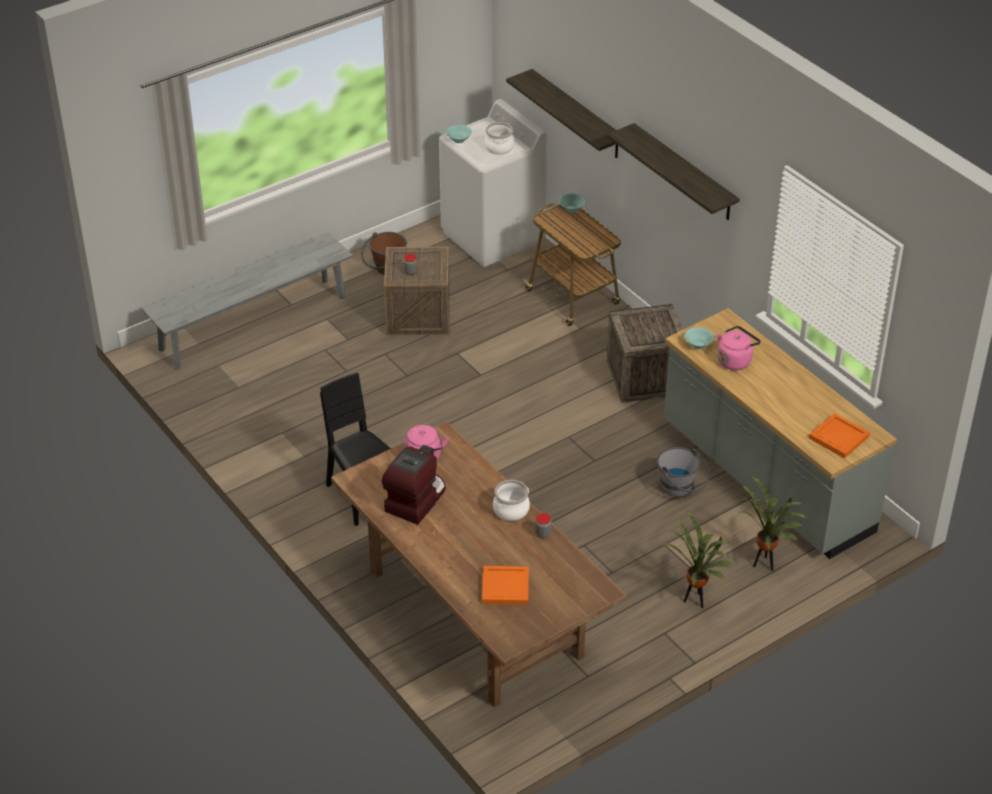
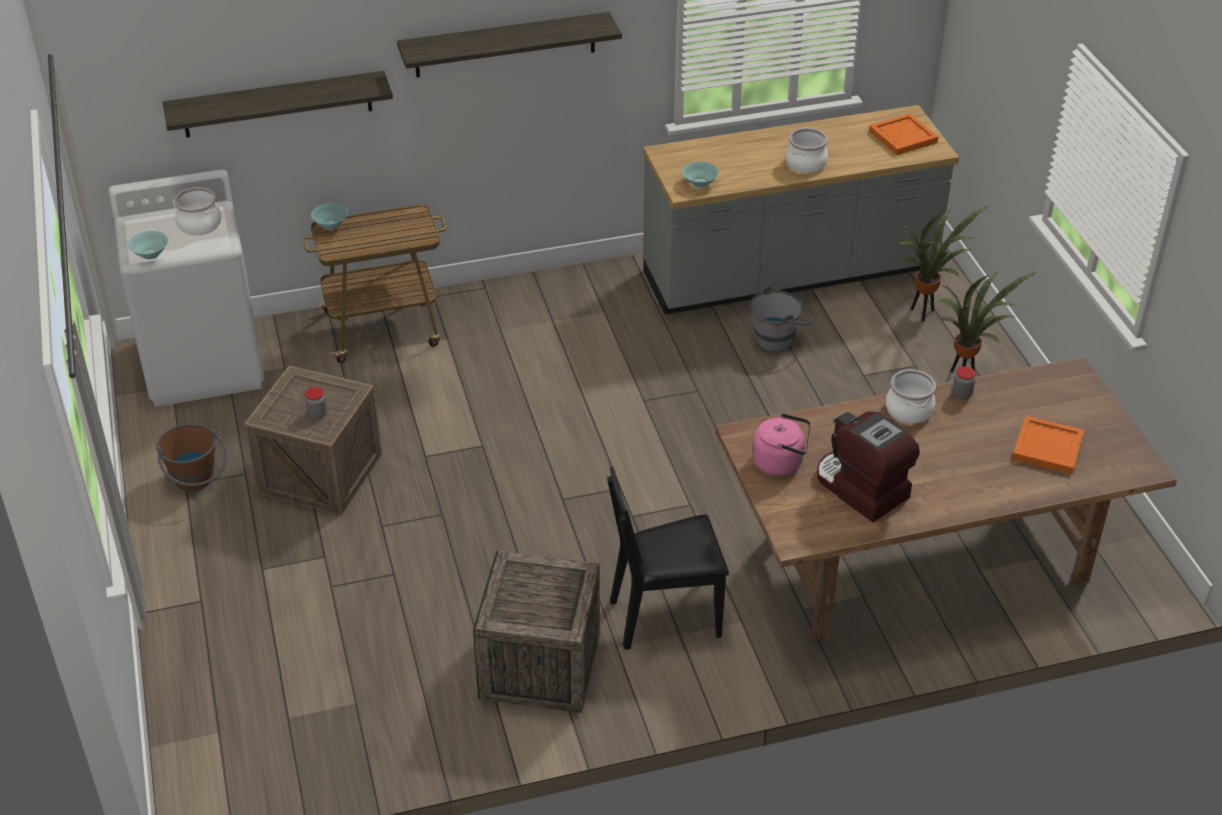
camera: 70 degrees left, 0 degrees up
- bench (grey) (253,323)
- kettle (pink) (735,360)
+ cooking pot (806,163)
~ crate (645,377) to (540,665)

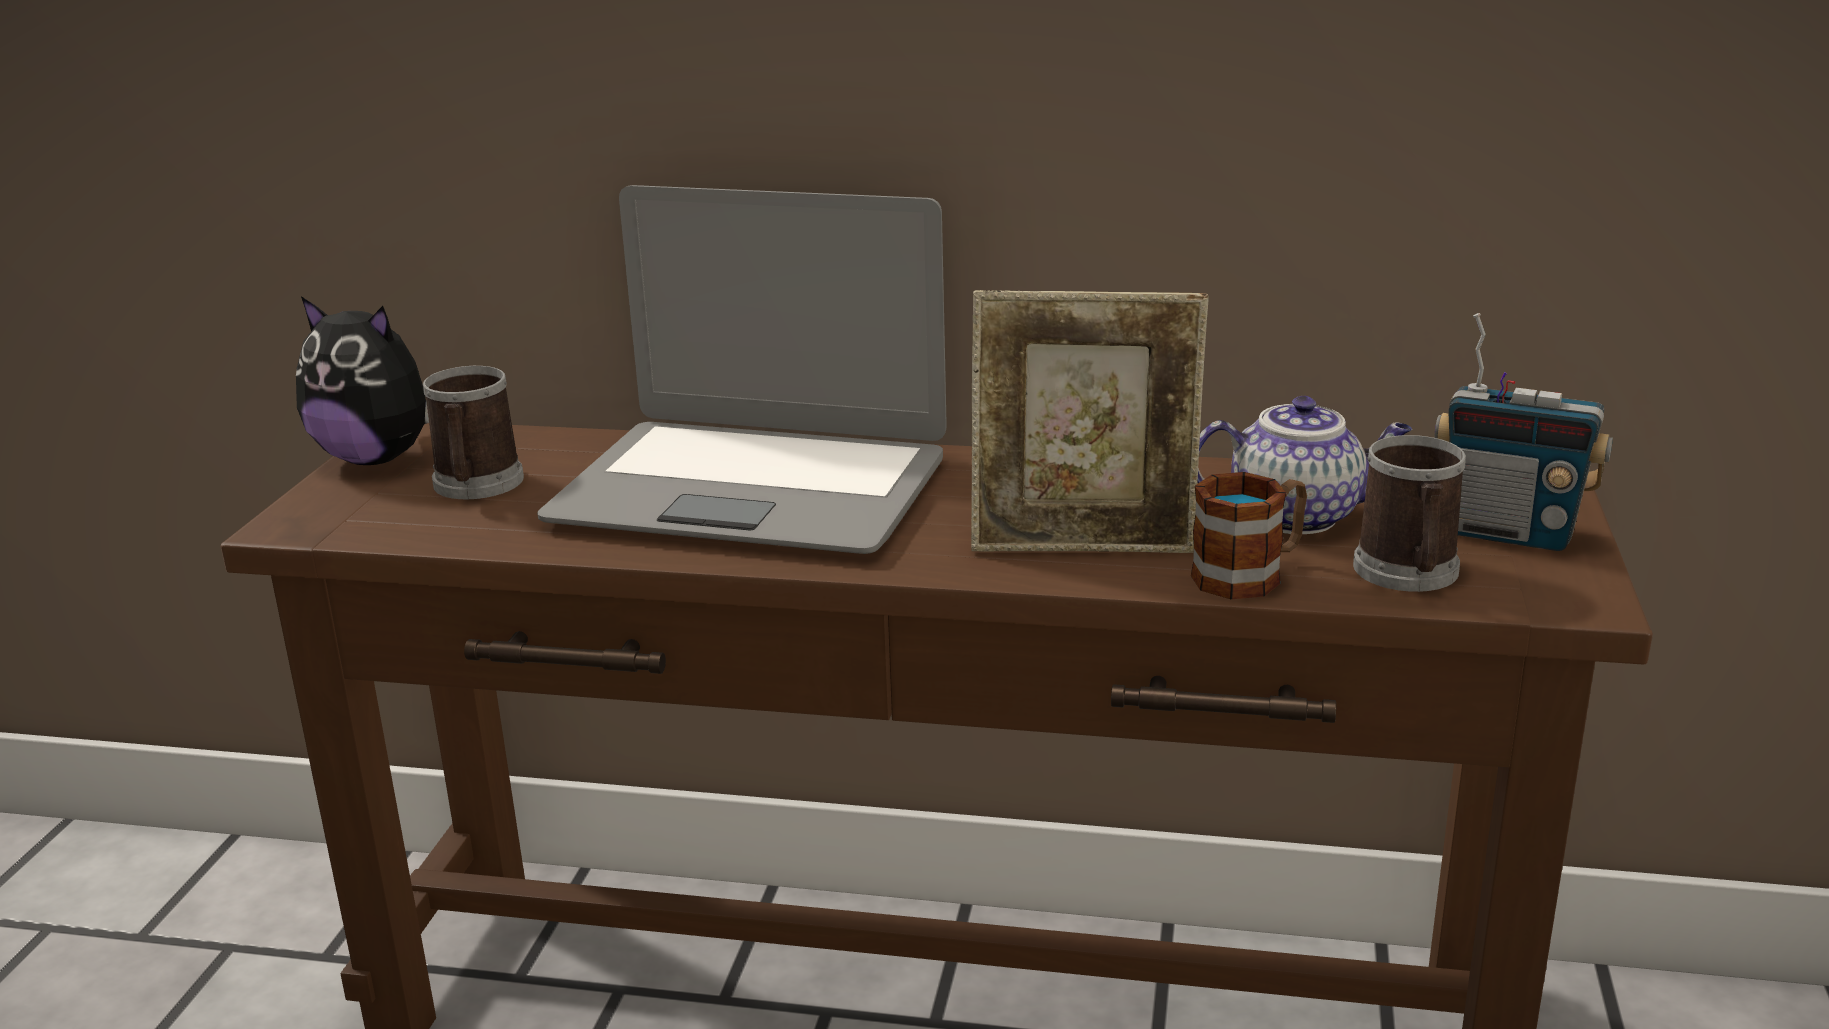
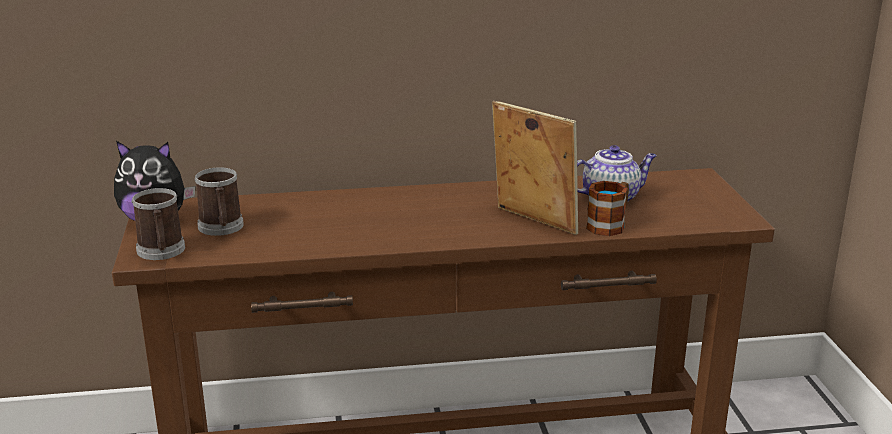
camera: 20 degrees left, 0 degrees up
- laptop (752,490)
- radio (1510,533)
~ mug (1409,574) to (161,252)
~ picture frame (1084,547) = (533,222) 120 degrees counterclockwise

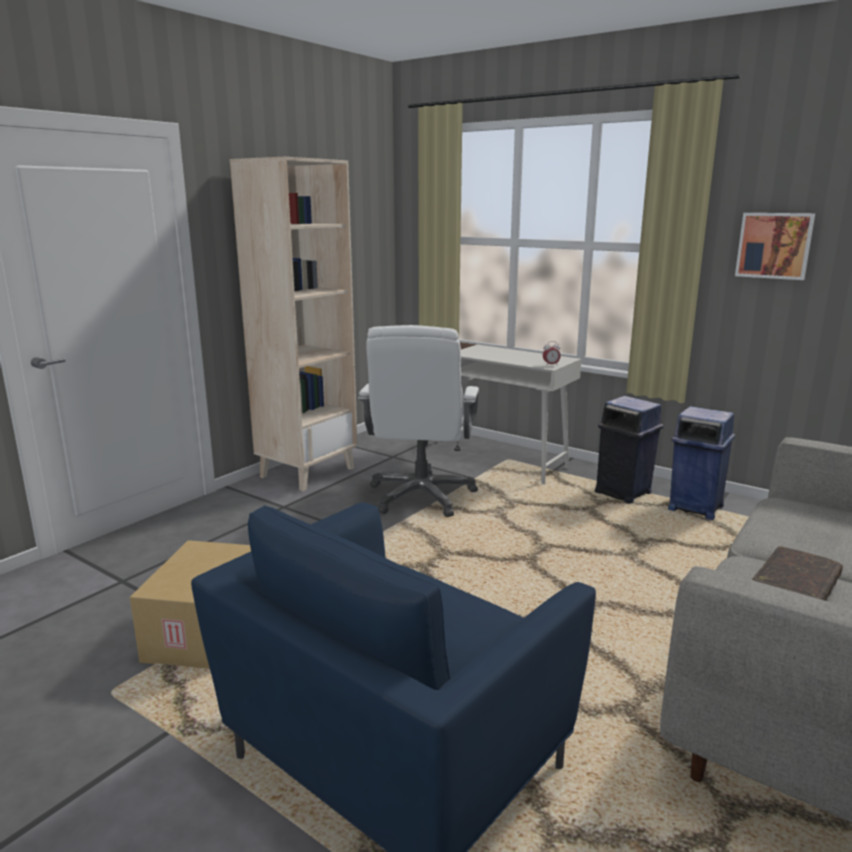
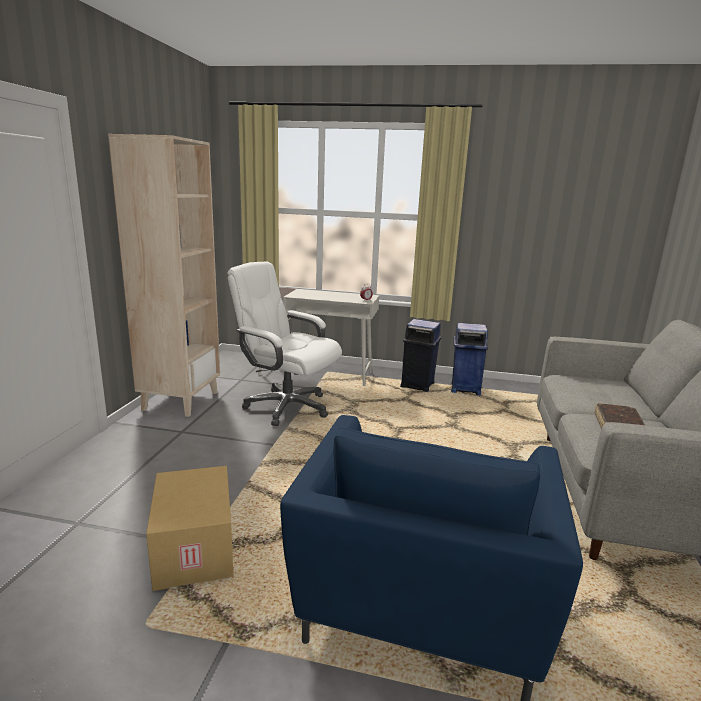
camera: 25 degrees left, 0 degrees up
- picture (774,245)
~ office chair (white) (421,496) = (286,407) 135 degrees clockwise

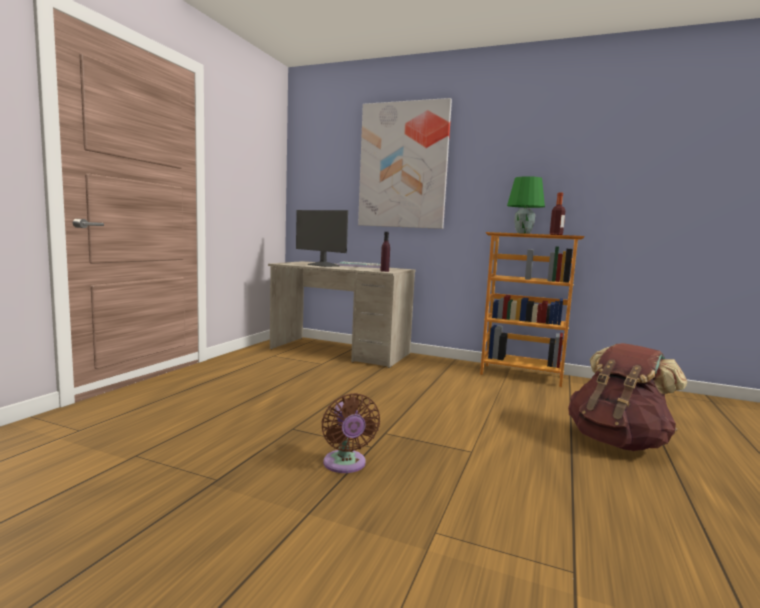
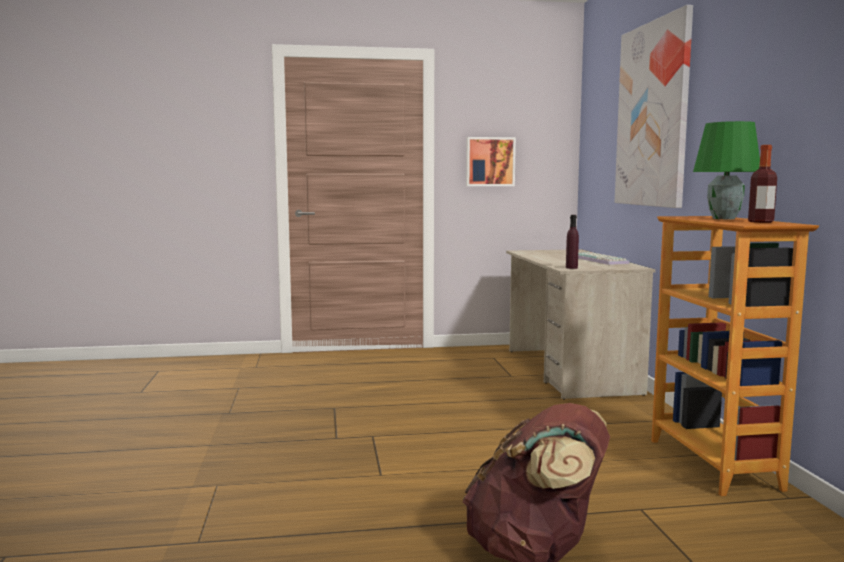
camera: 60 degrees right, 0 degrees up
- monitor (323,265)
- fan (brown) (345,465)
+ picture (490,162)

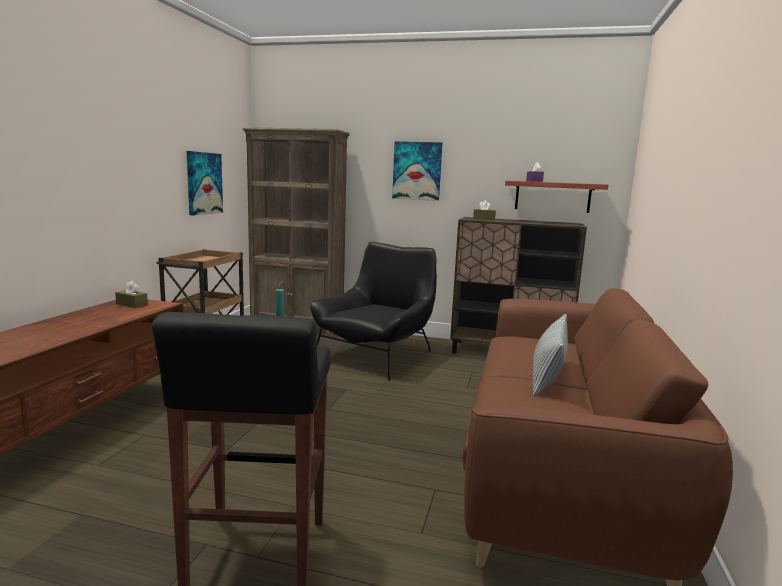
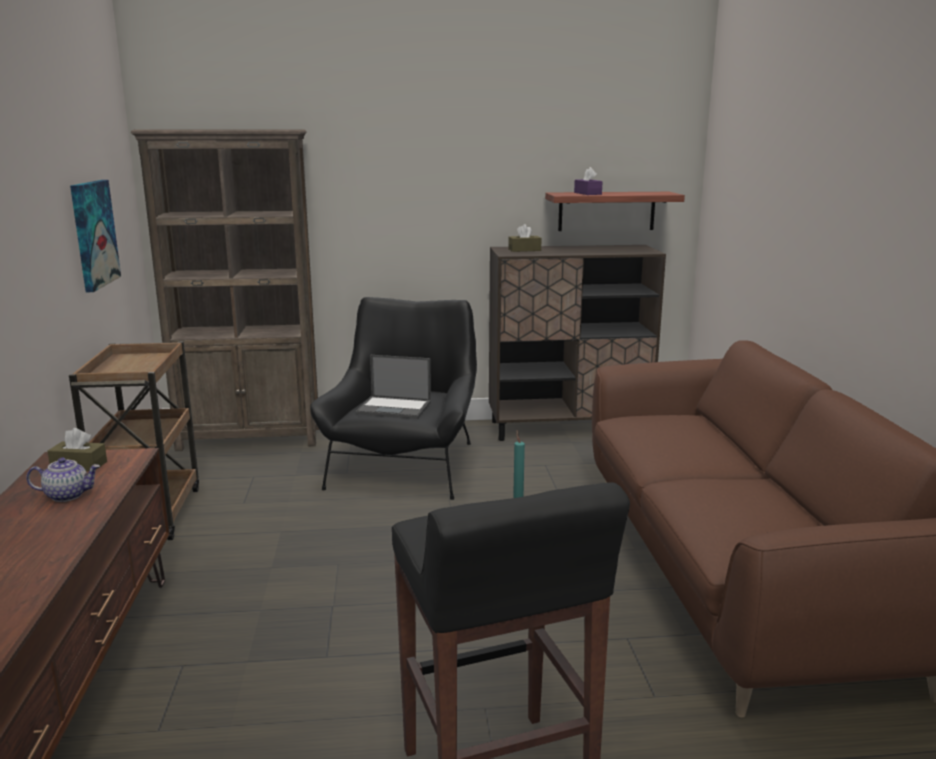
camera: 20 degrees left, 5 degrees up
- picture (417,171)
- pillow (547,376)
+ teapot (68,495)
+ laptop (395,408)

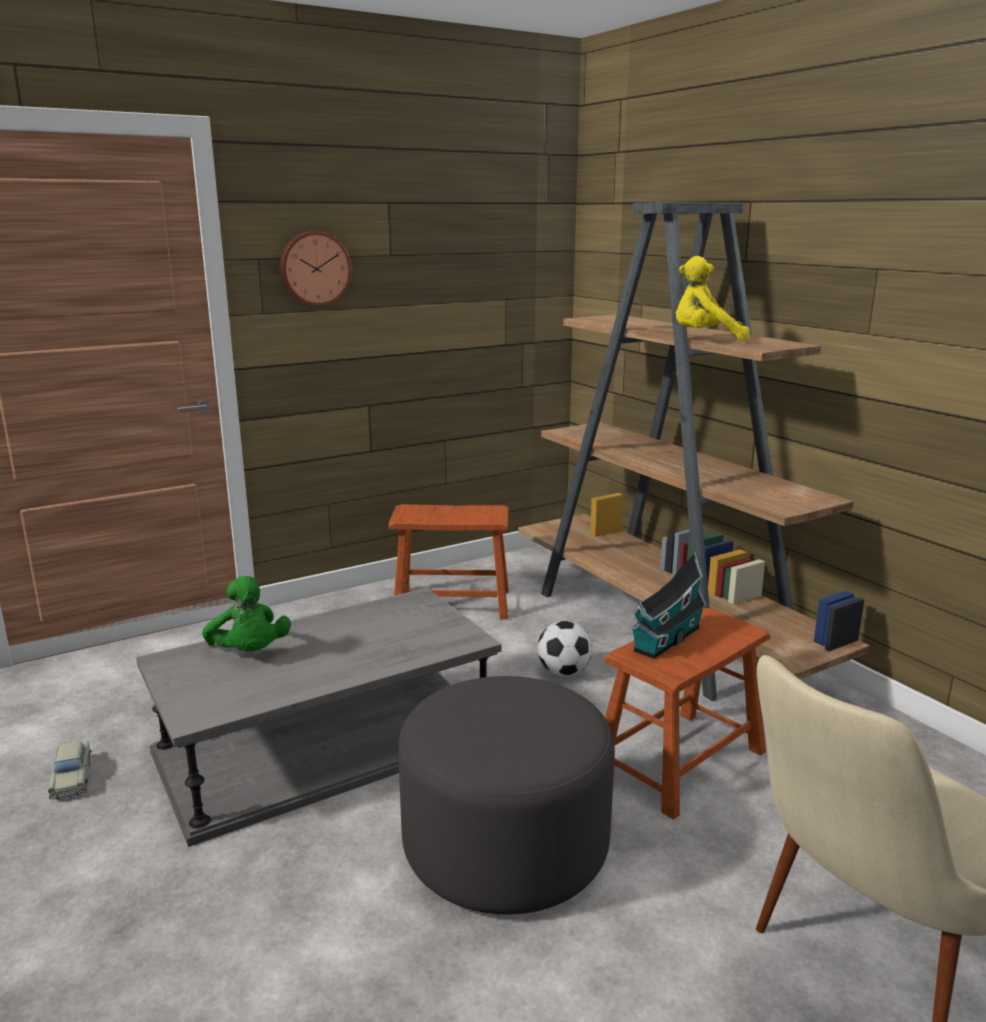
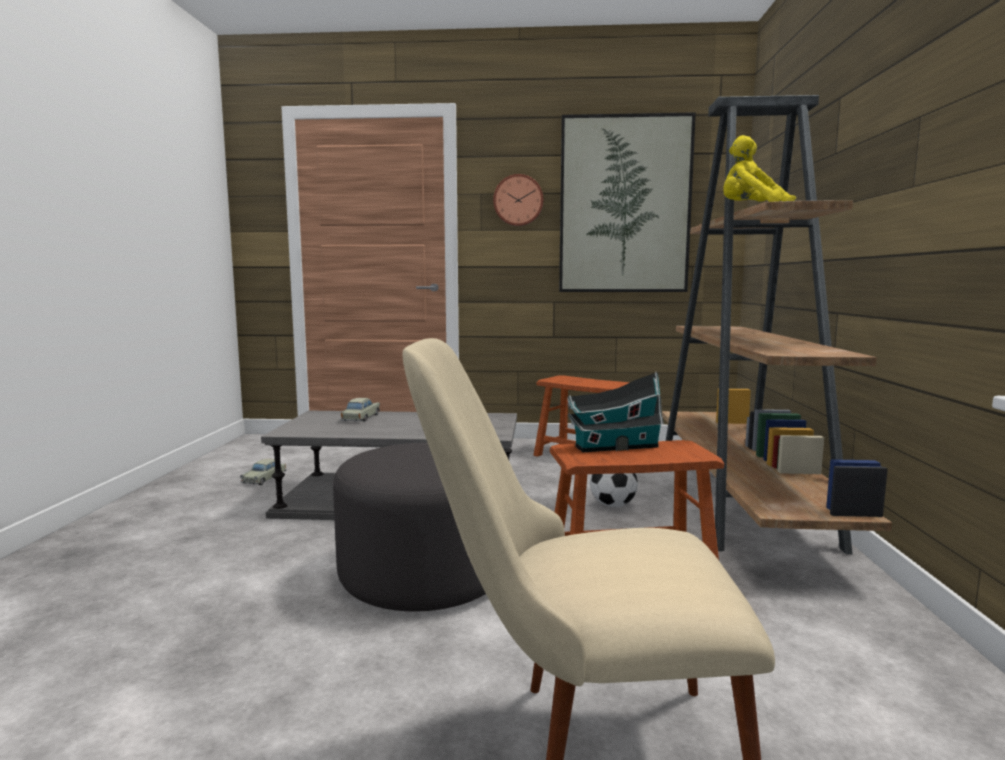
camera: 35 degrees right, 10 degrees down
+ picture (624,205)
~ plush toy (green) (249,653) to toy car (beige) (360,418)

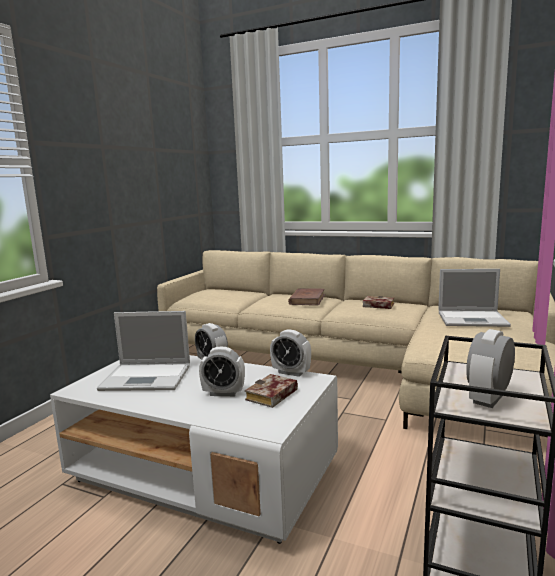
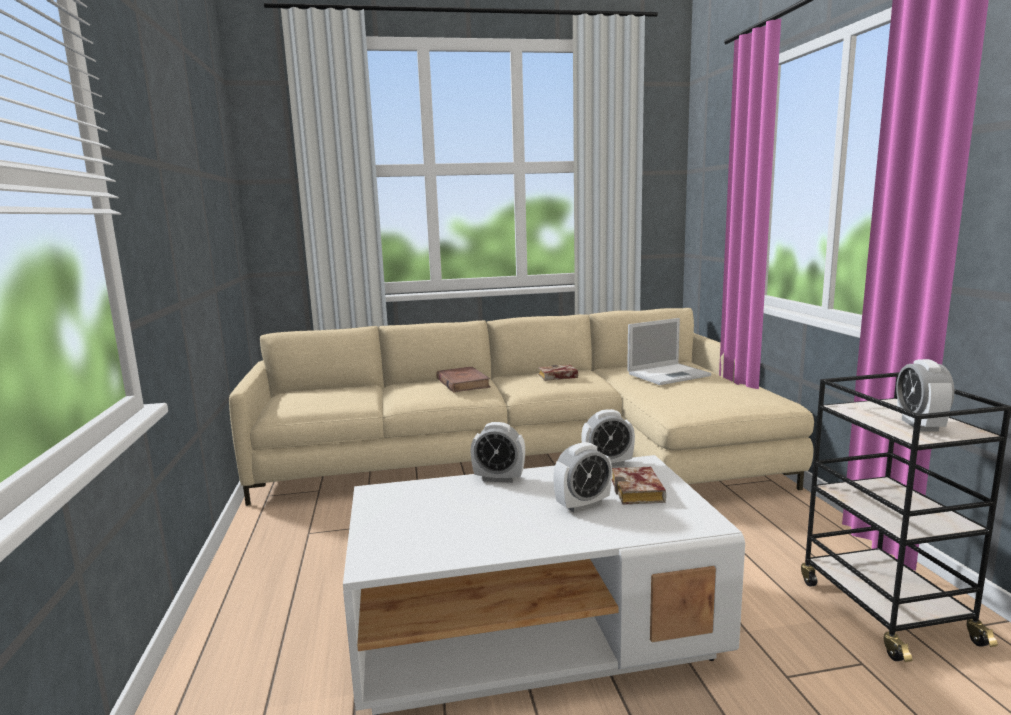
camera: 35 degrees left, 0 degrees up
- laptop (148,377)

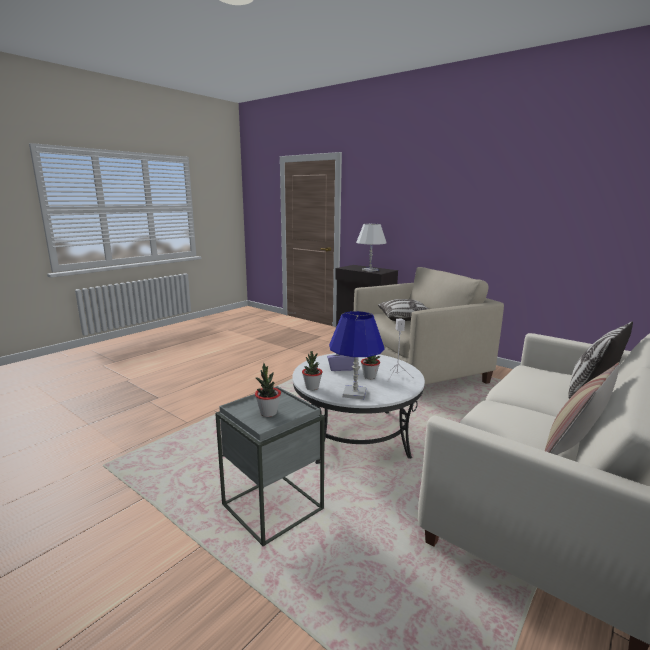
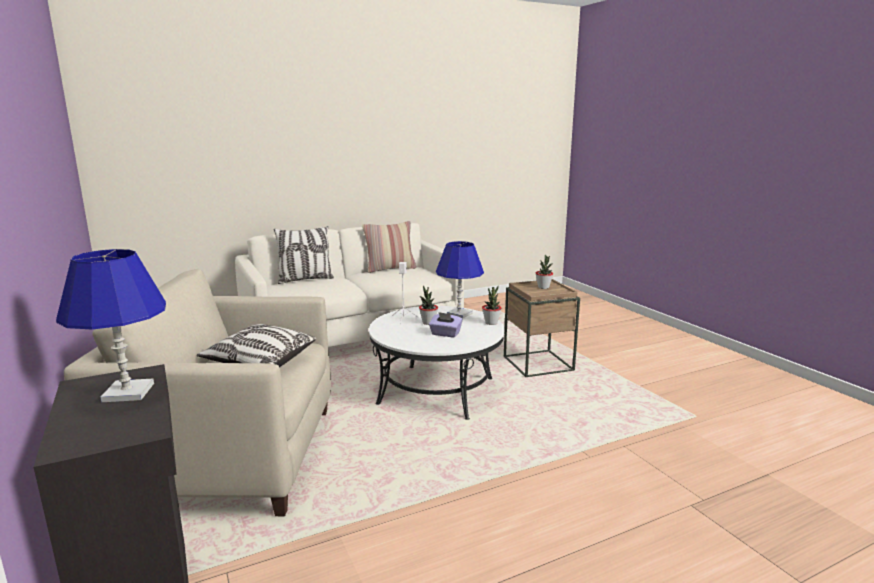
camera: 155 degrees left, 0 degrees up
~ side table (grey) (272,507) to side table (brown) (538,364)
~ table lamp (white) (370,270) to table lamp (blue) (127,392)

